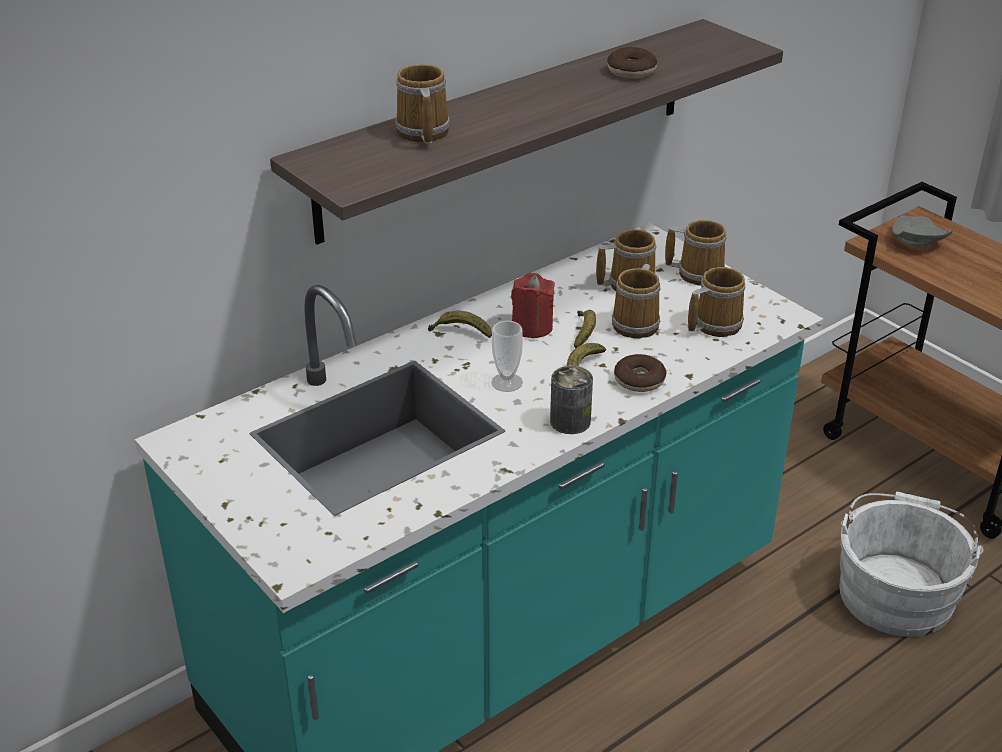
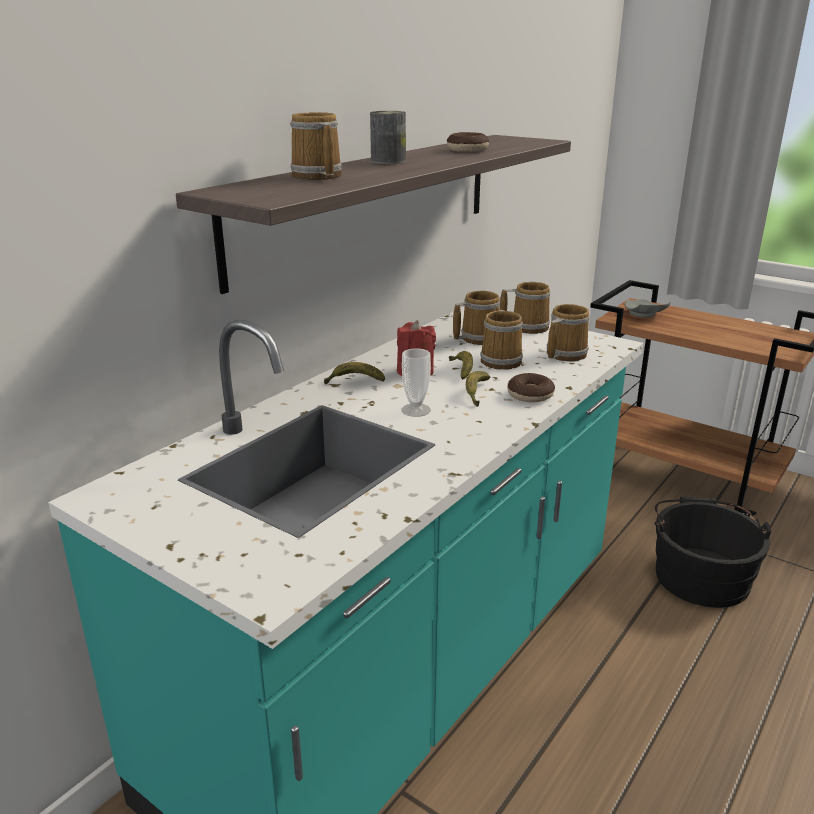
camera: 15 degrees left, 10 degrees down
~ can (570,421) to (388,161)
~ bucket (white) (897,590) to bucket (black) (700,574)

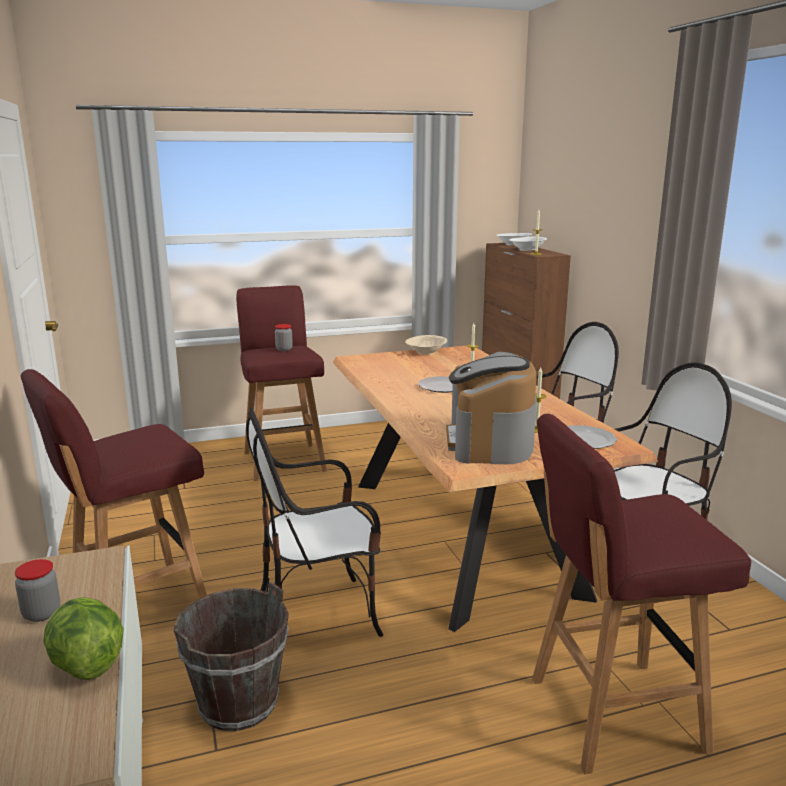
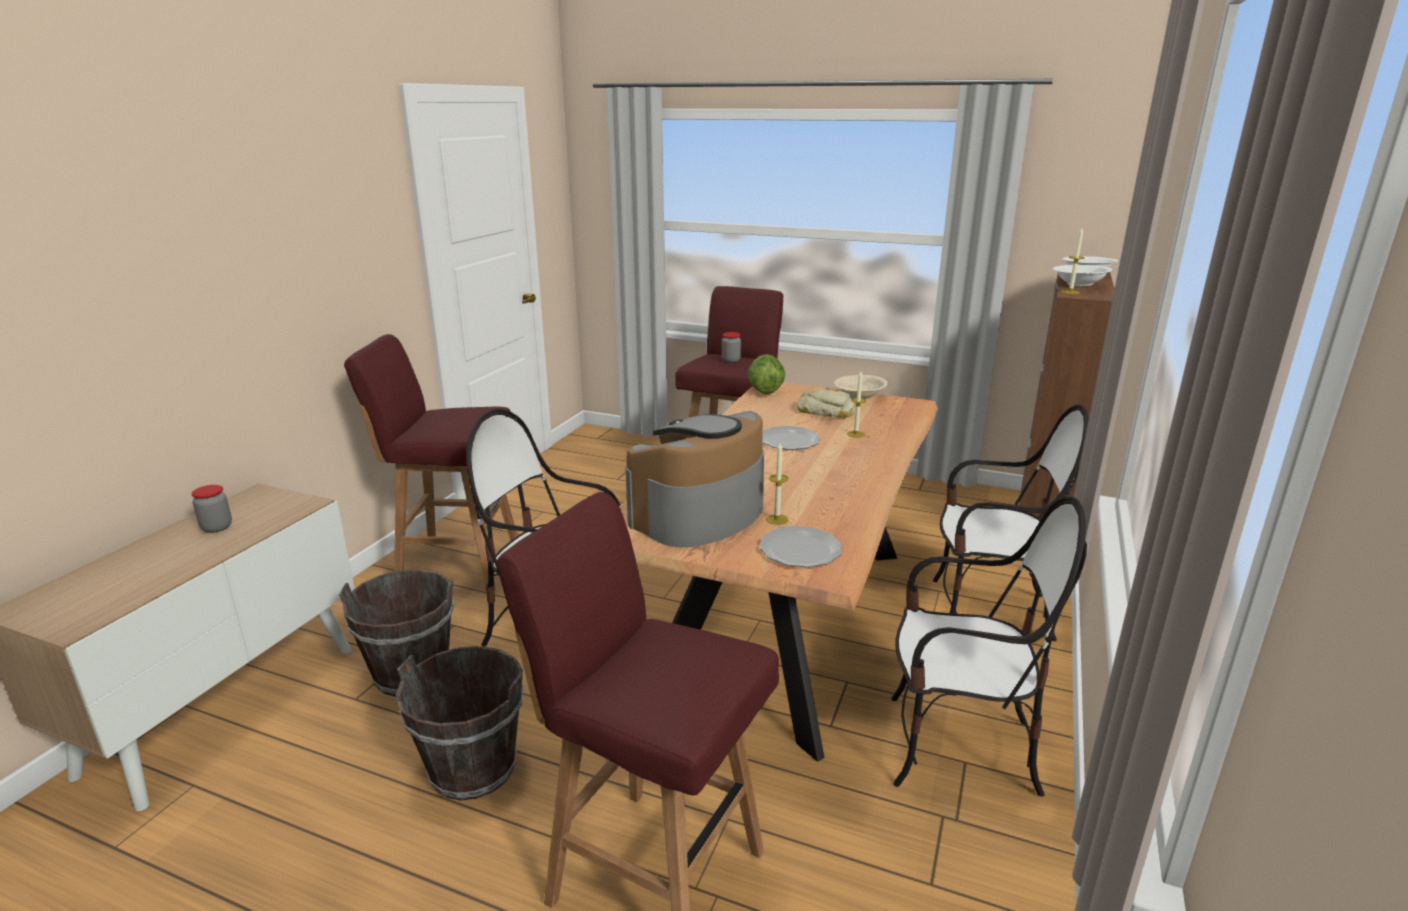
camera: 40 degrees right, 5 degrees up
+ bucket (brown) (472,769)
+ bread (826,411)
~ lettuce (85,664) to (764,391)

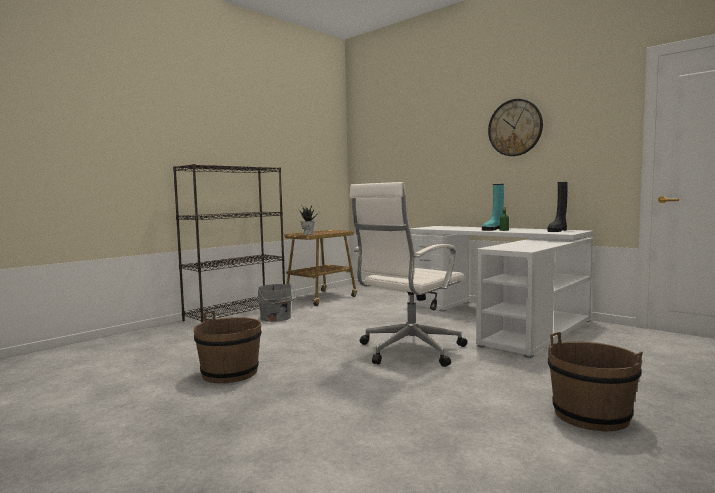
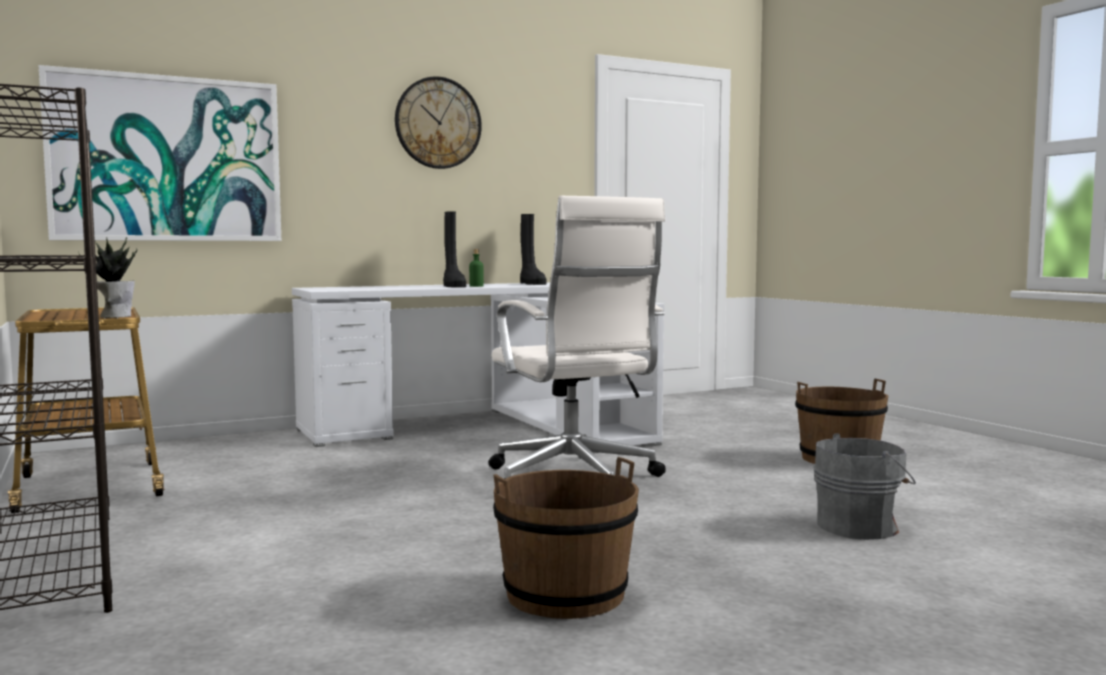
camera: 70 degrees left, 0 degrees up
+ picture (167,159)
~ bucket (grey) (276,318) to (861,526)
~ boot (turquoise) (493,229) to boot (black) (453,286)

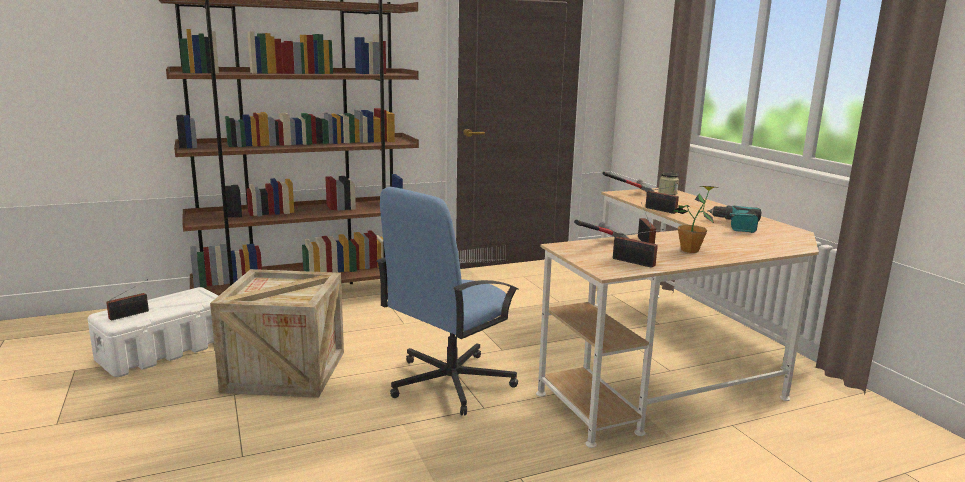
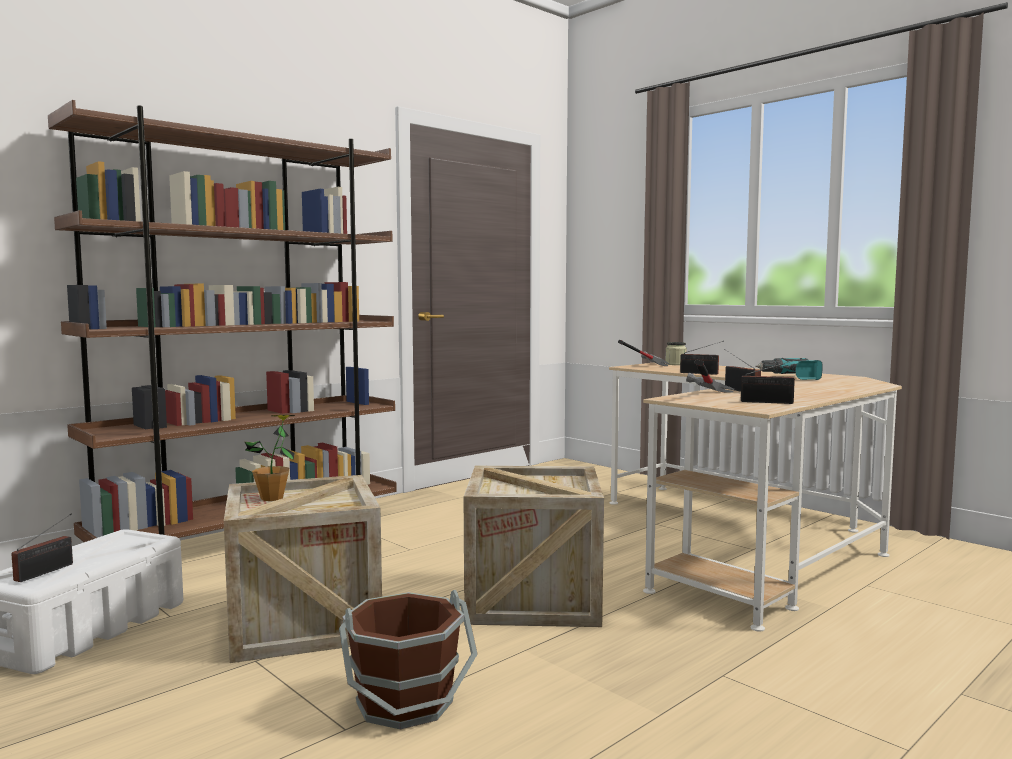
camera: 20 degrees left, 10 degrees down
+ bucket (brown) (406,703)
~ potted plant (690,250) to (272,498)
~ office chair (blue) (449,383) to crate (533,598)

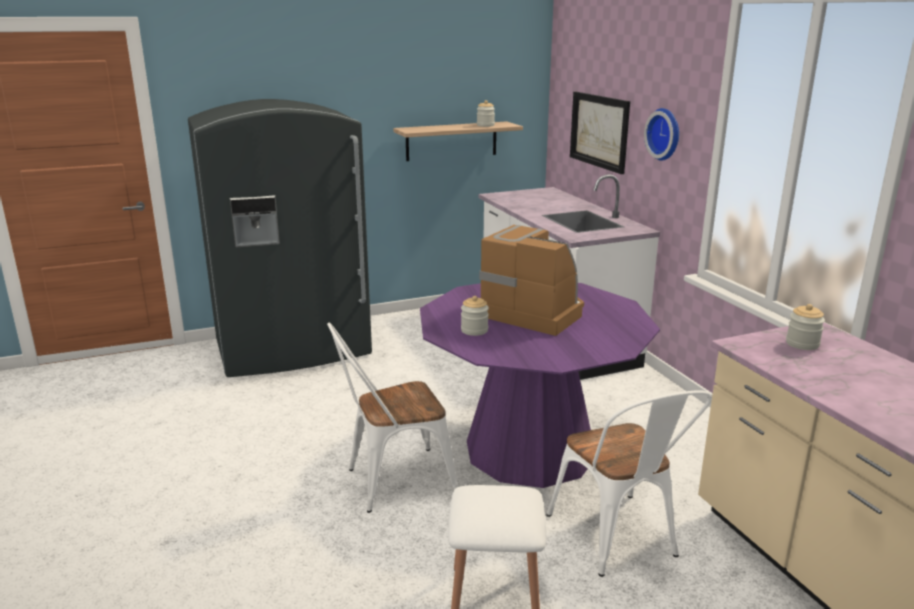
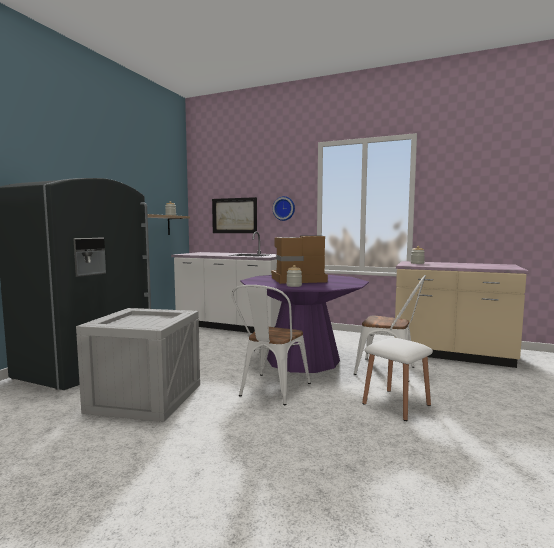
camera: 45 degrees left, 15 degrees down
+ crate (145,398)

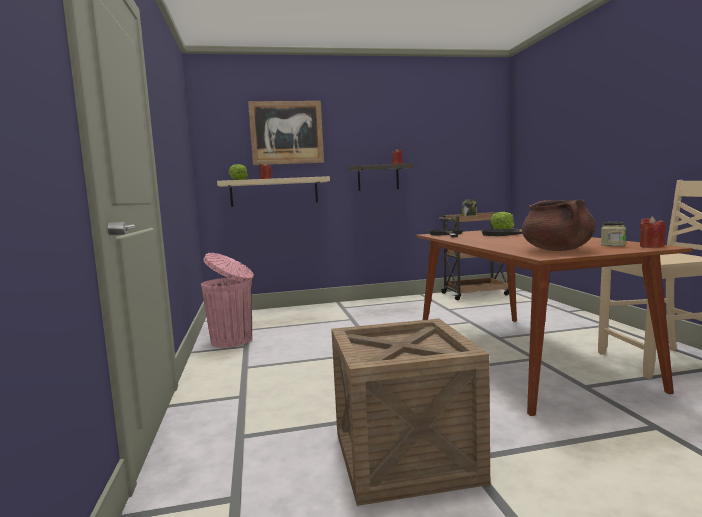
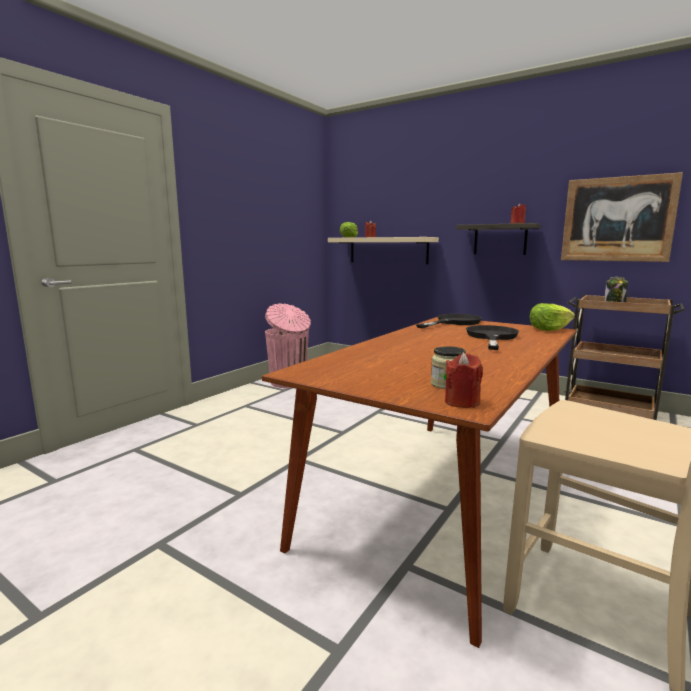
camera: 45 degrees right, 5 degrees up
- crate (405,457)
- cooking pot (brown) (557,250)
~ picture (286,132) to (617,219)

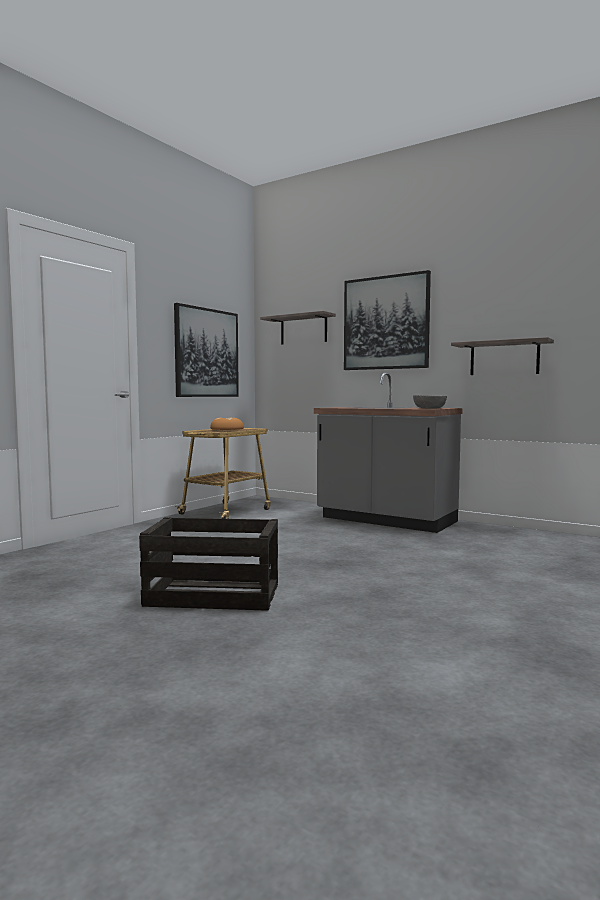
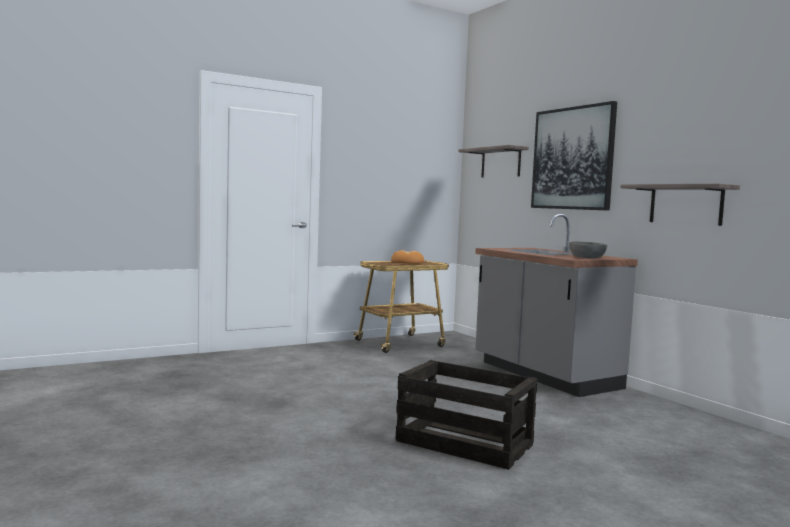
camera: 25 degrees right, 0 degrees up
- picture (206,353)
~ crate (214,595) to (466,443)

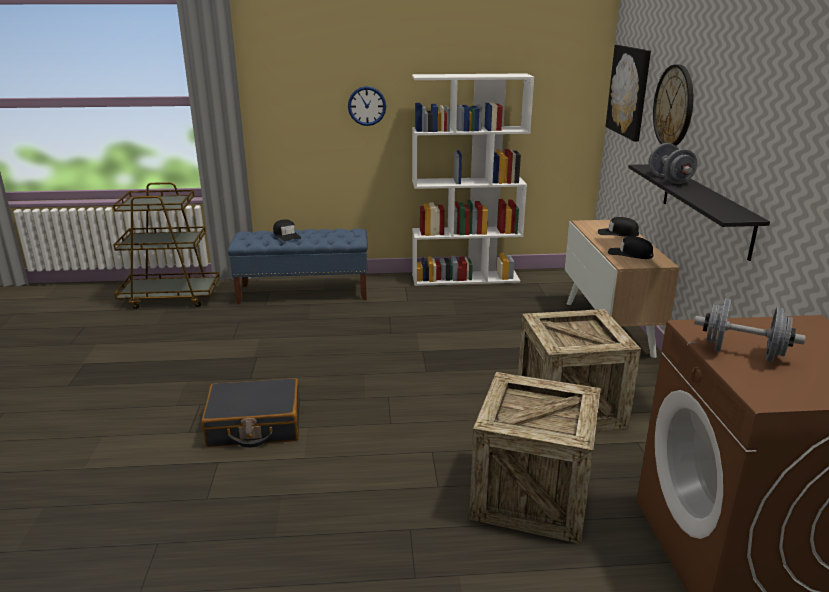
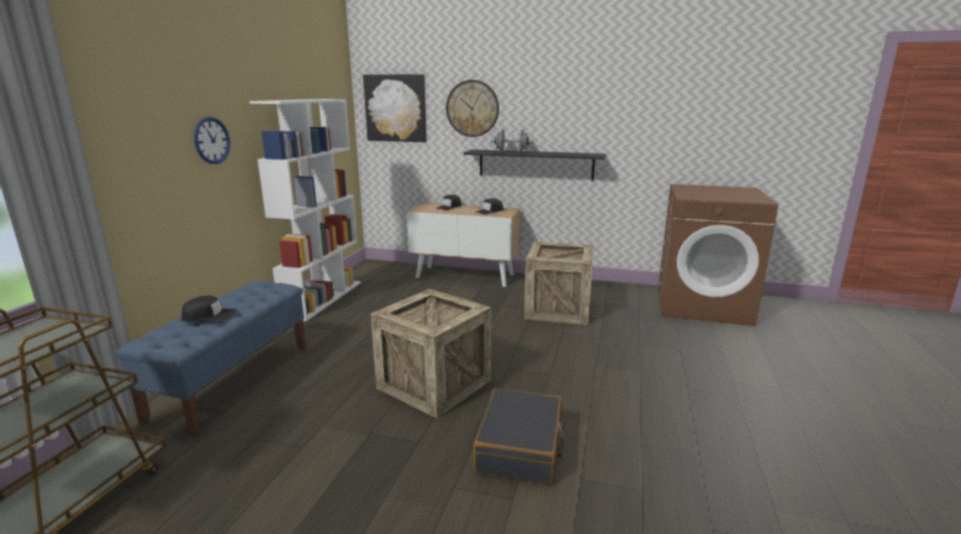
camera: 70 degrees left, 5 degrees down
- dumbbell (grey) (742,353)
~ crate (532,495) to (434,384)

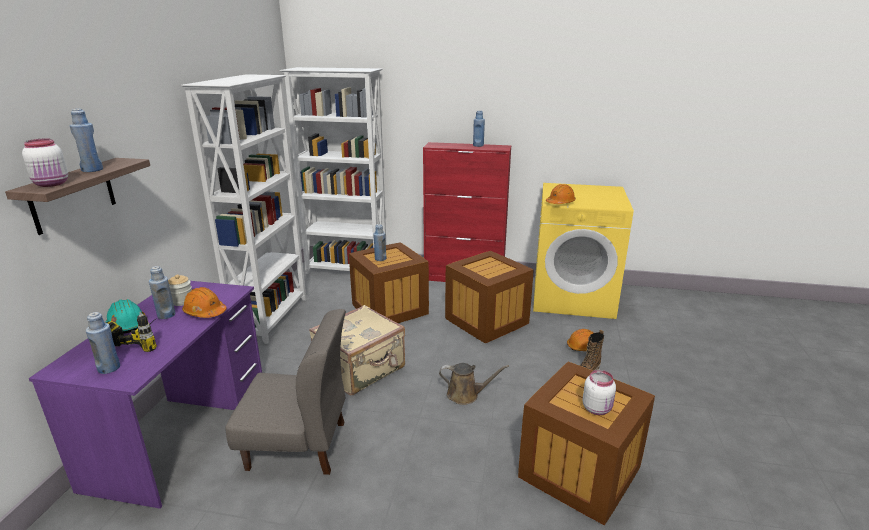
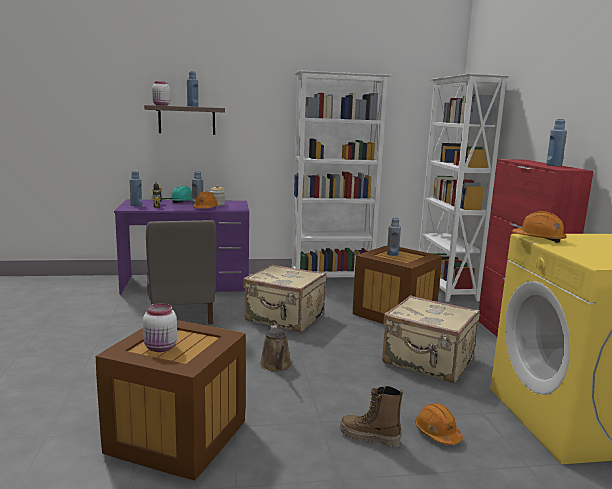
camera: 70 degrees right, 10 degrees down
~ crate (486,321) to suitcase (beige) (428,362)

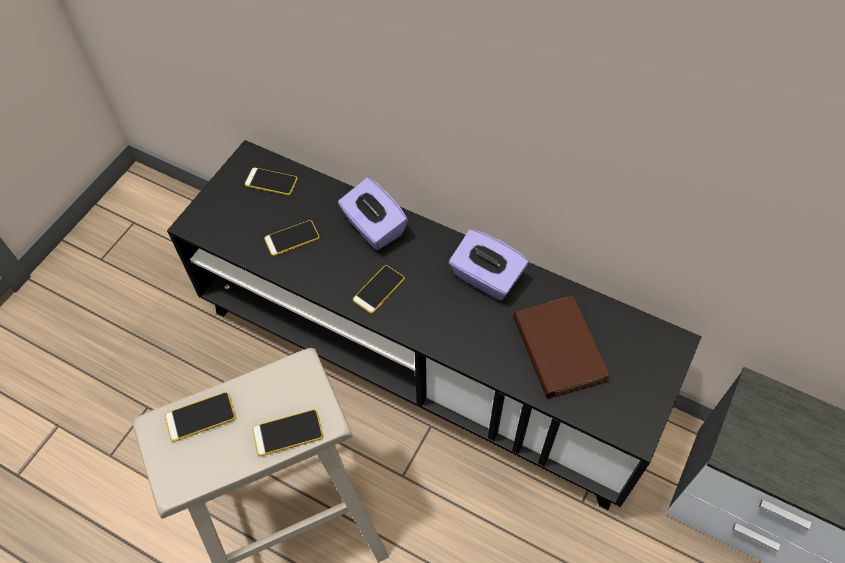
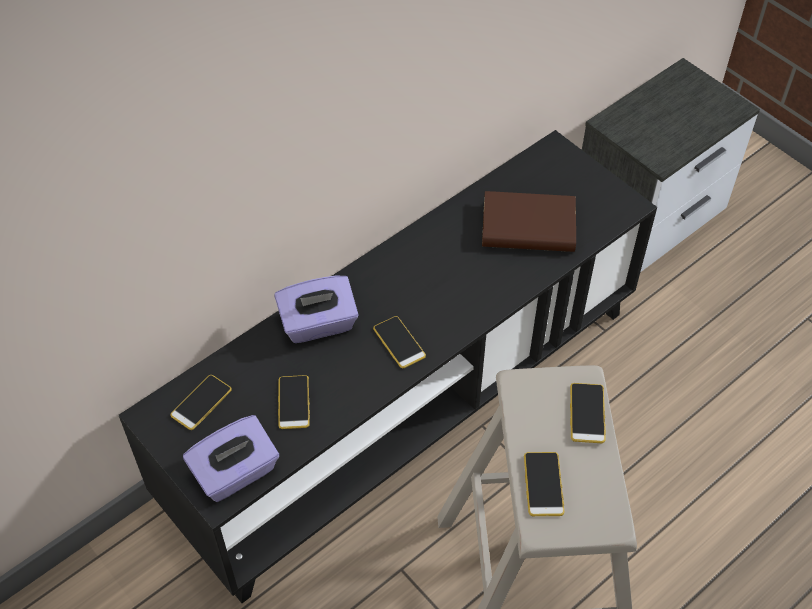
camera: 70 degrees left, 5 degrees down
~ tissue box (purple) (486,278) to (236,473)

